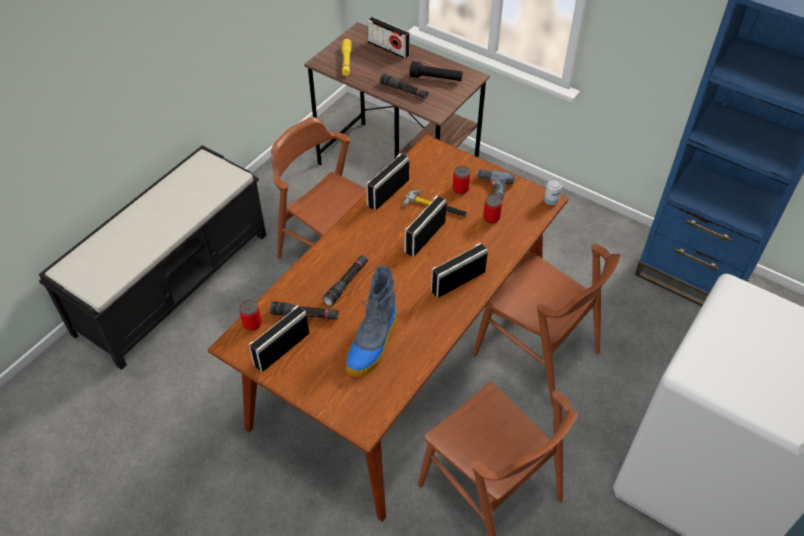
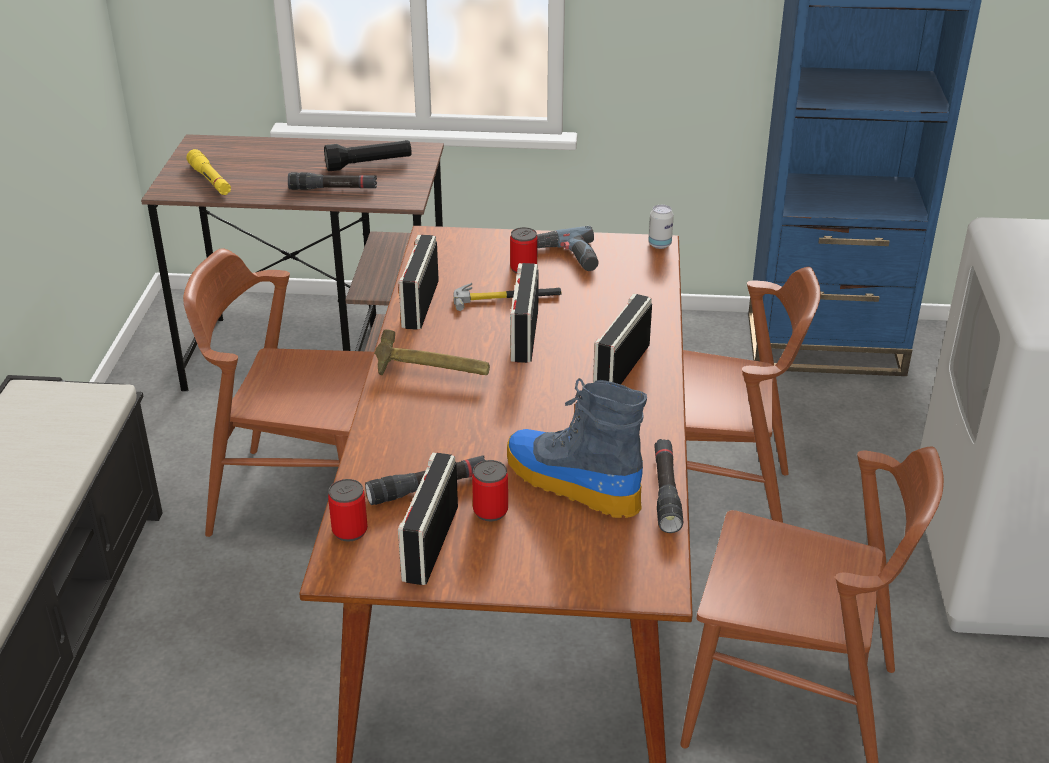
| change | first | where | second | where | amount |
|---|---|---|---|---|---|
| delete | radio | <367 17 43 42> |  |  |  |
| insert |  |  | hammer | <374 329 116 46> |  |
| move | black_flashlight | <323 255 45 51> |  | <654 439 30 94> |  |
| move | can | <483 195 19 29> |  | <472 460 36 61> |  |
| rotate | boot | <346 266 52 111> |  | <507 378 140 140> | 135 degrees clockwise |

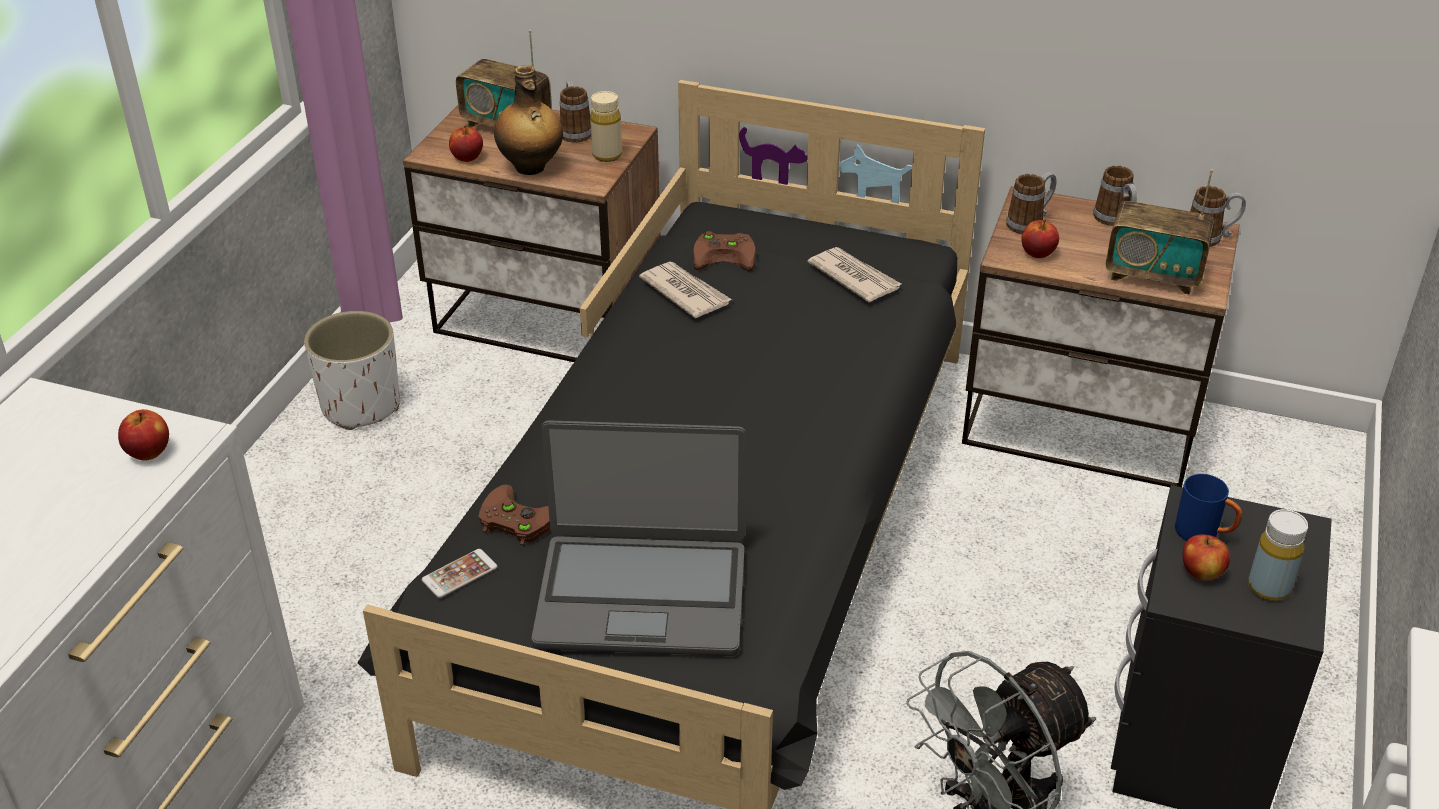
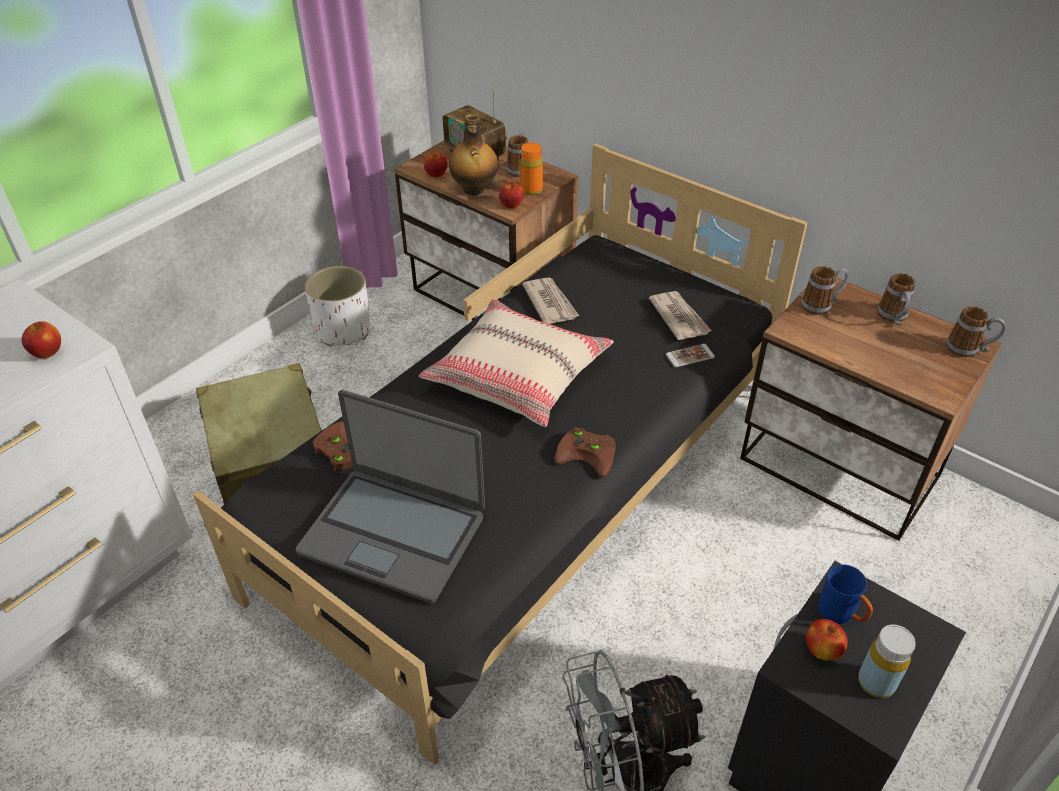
| change | first | where | second | where | amount |
|---|---|---|---|---|---|
| delete | radio | <1106 169 109 126> |  |  |  |
| insert |  |  | beige_suitcase | <196 363 126 141> |  |
| insert |  |  | beige_pillow | <419 299 195 128> |  |
| move | phone | <422 549 76 49> |  | <666 344 49 23> |  |
| move | brown_game_controller | <693 231 62 40> |  | <554 428 61 50> |  |
| move | apple | <1021 220 38 38> |  | <499 182 25 27> |  |
| recolor | beige_bottle | <590 91 32 71> | orange_bottle | <520 143 23 52> |  |

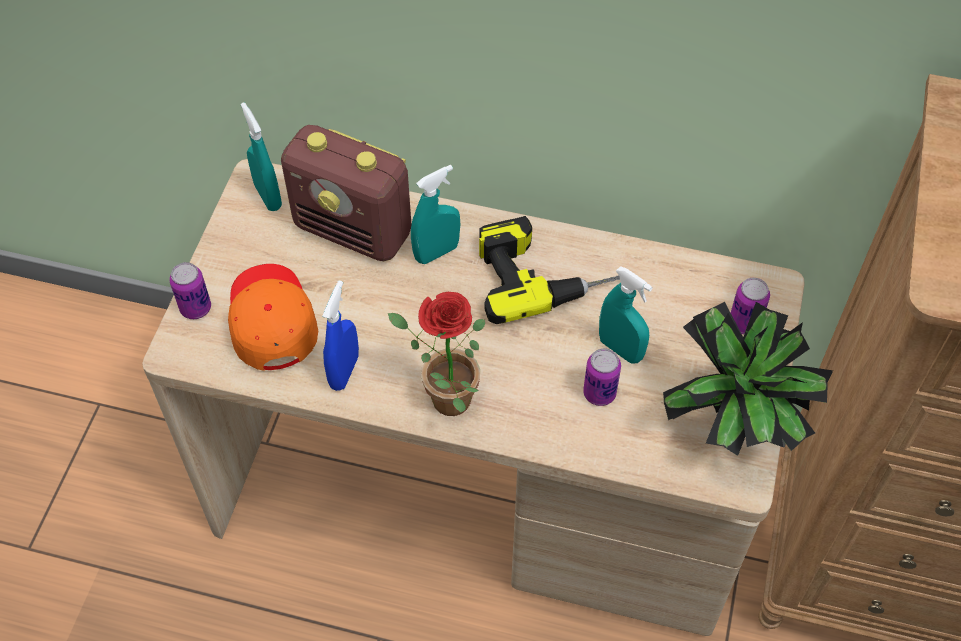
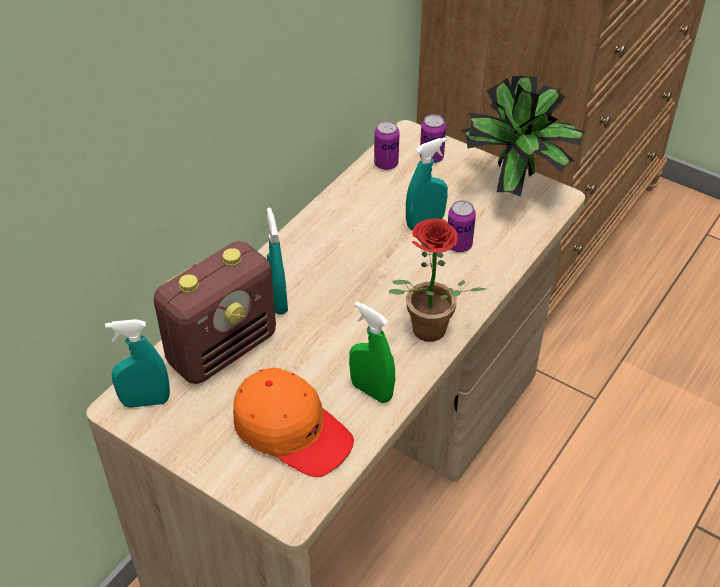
| change | first | where | second | where | amount |
|---|---|---|---|---|---|
| delete | power_drill | <479 216 141 108> |  |  |  |
| move | can | <170 262 41 57> |  | <374 121 26 49> |  |
| recolor | blue_spray_bottle | <322 281 37 110> | green_spray_bottle | <349 301 46 102> |  |
| rotate | orange_cap | <228 264 90 107> |  | <233 368 121 109> | 150 degrees counterclockwise |

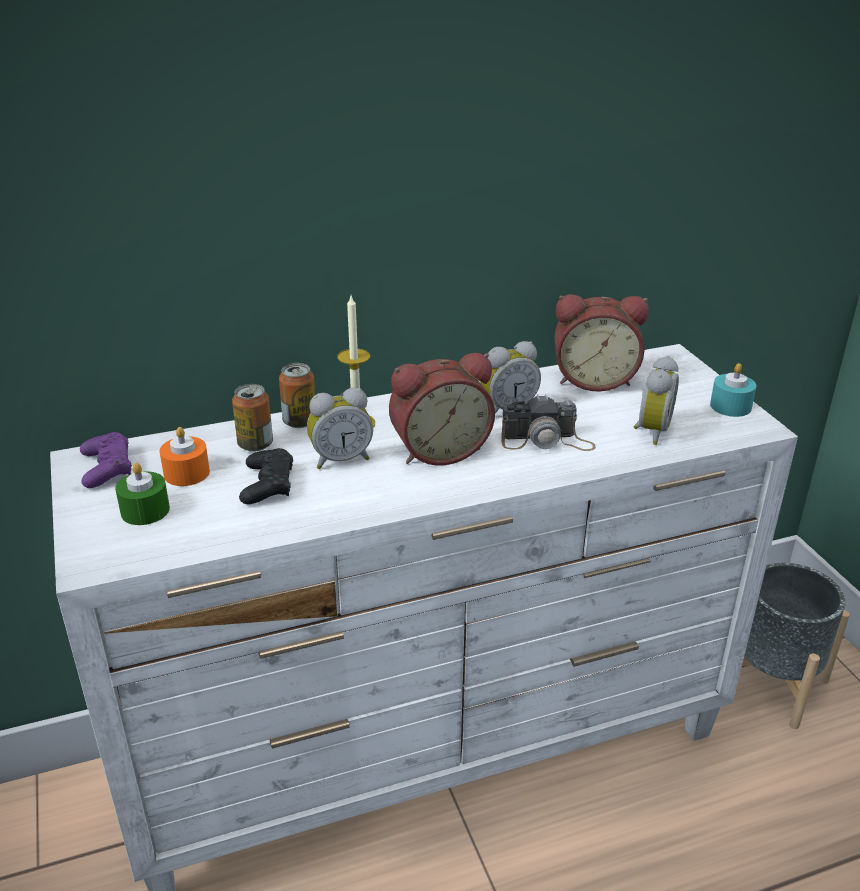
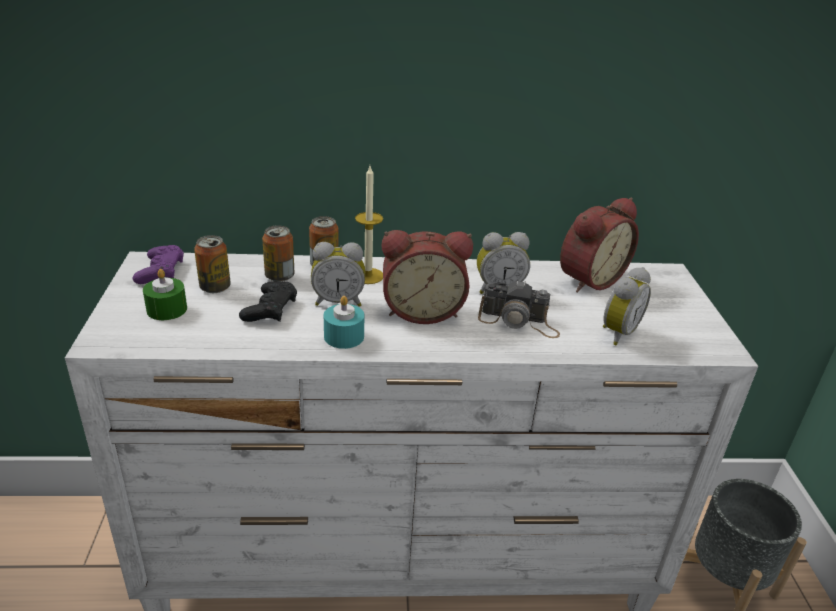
| change | first | where | second | where | amount |
|---|---|---|---|---|---|
| move | turquoise_candle | <710 363 46 54> |  | <324 296 40 53> |  |
| replace | orange_candle | <160 427 50 59> | can | <194 235 37 58> |  |
| rotate | alarm_clock | <555 294 94 97> |  | <560 197 79 96> | 60 degrees counterclockwise |

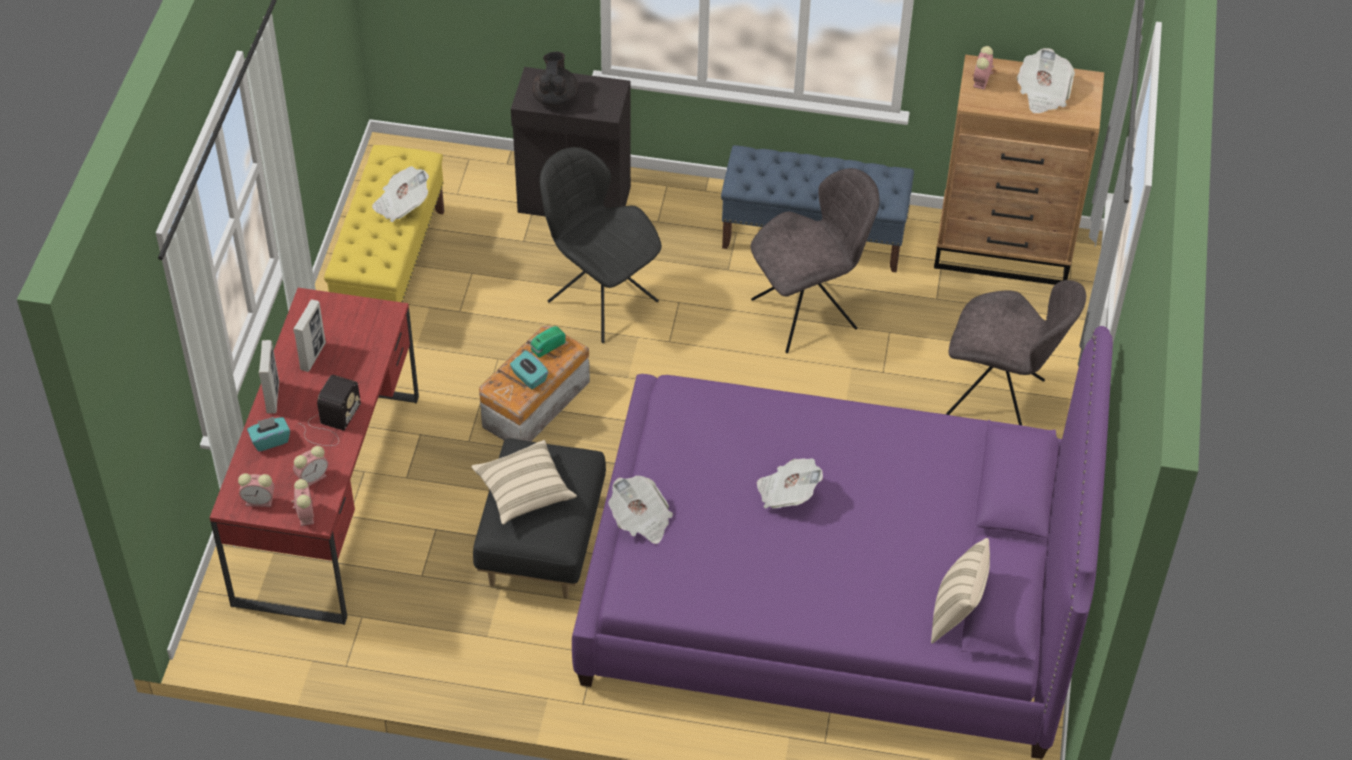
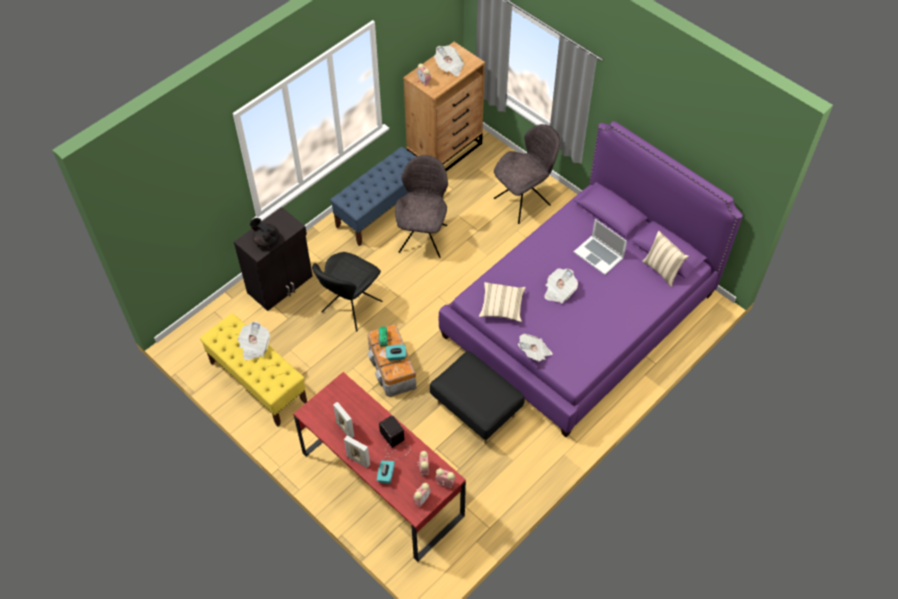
| change | first | where | second | where | amount |
|---|---|---|---|---|---|
| insert |  |  | laptop | <574 219 53 56> |  |
| move | beige_pillow | <471 440 106 85> |  | <479 282 47 40> |  |
| rotate | black_chair | <540 147 122 196> |  | <312 252 70 80> | 45 degrees counterclockwise |

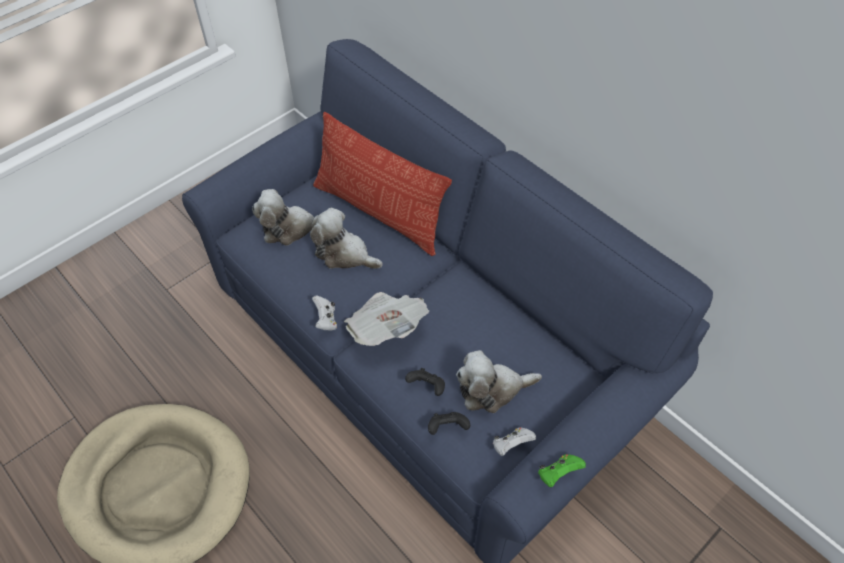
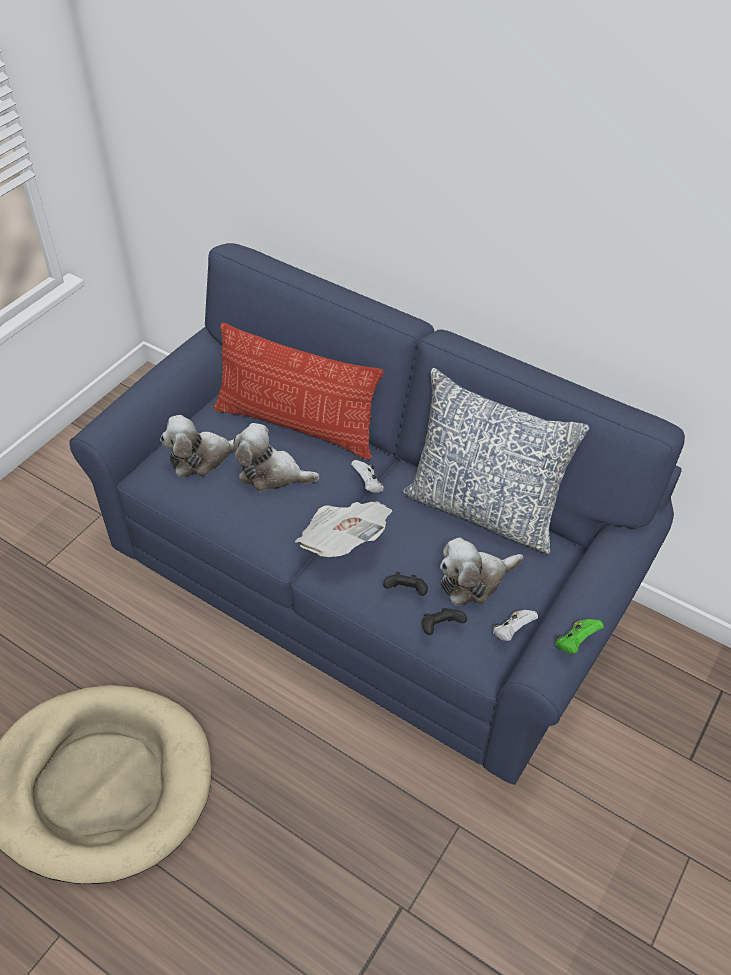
| change | first | where | second | where | amount |
|---|---|---|---|---|---|
| insert |  |  | pillow | <403 368 187 186> |  |
| move | white_game_controller | <312 295 25 35> |  | <351 460 33 33> |  |

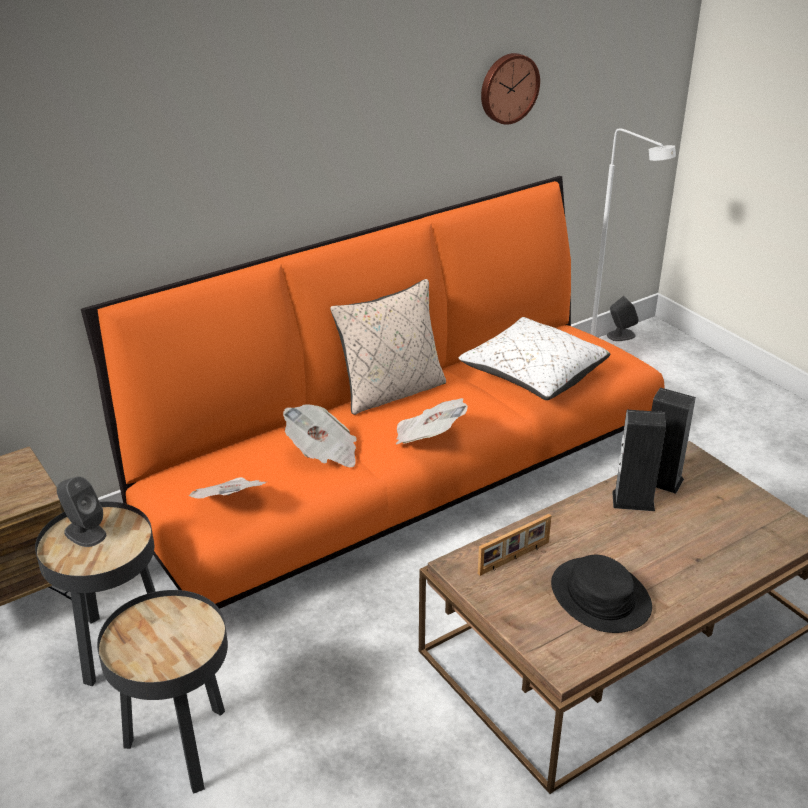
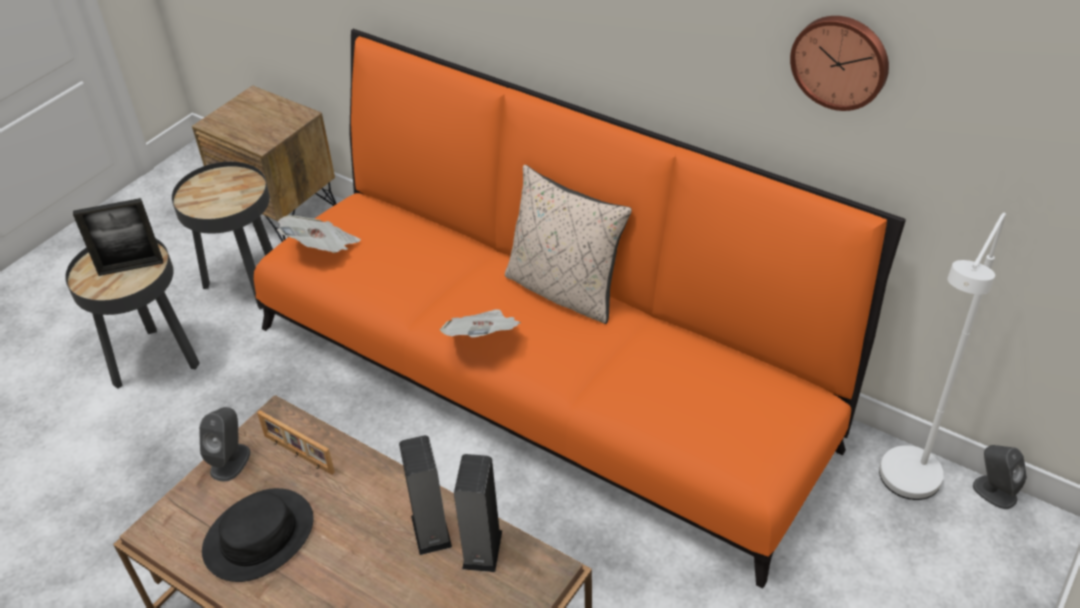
| change | first | where | second | where | amount |
|---|---|---|---|---|---|
| delete | newspaper | <283 404 74 63> |  |  |  |
| delete | white_pillow | <459 317 151 83> |  |  |  |
| insert |  |  | picture_frame | <73 198 90 78> |  |
| move | grey_speaker | <57 476 49 71> |  | <199 407 51 74> |  |

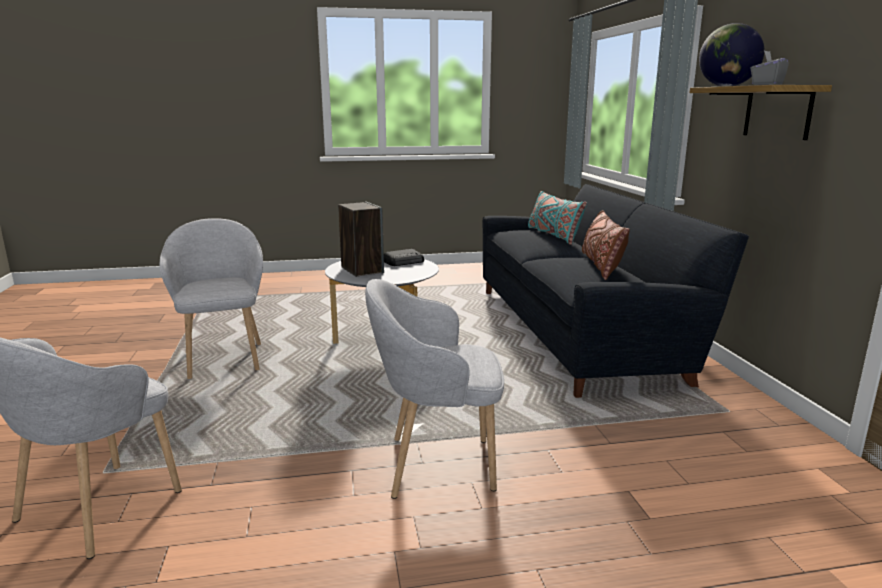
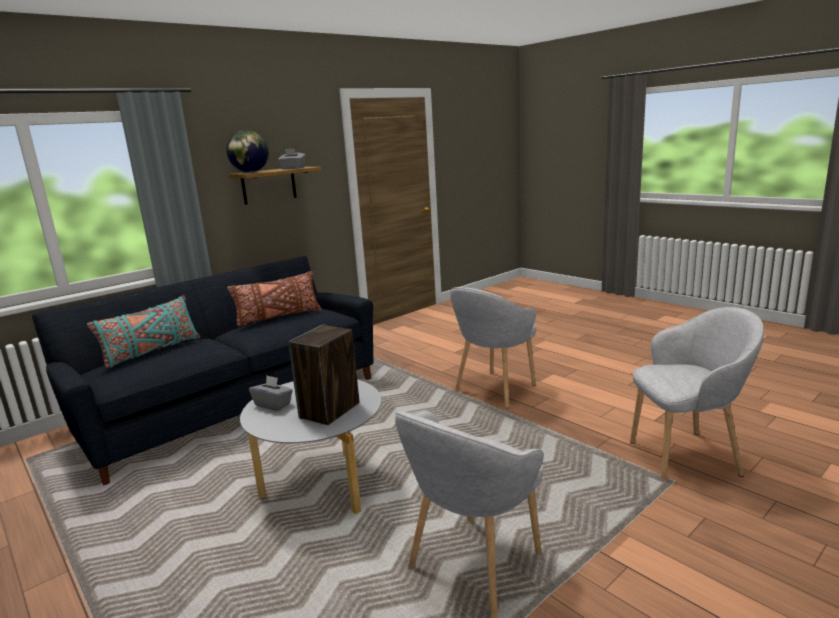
| change | first | where | second | where | amount |
|---|---|---|---|---|---|
| replace | radio | <384 249 40 17> | grey_tissue_box | <249 375 44 36> |  |
| rotate | grey_armchair | <365 279 139 220> |  | <450 287 86 121> | 75 degrees clockwise |

